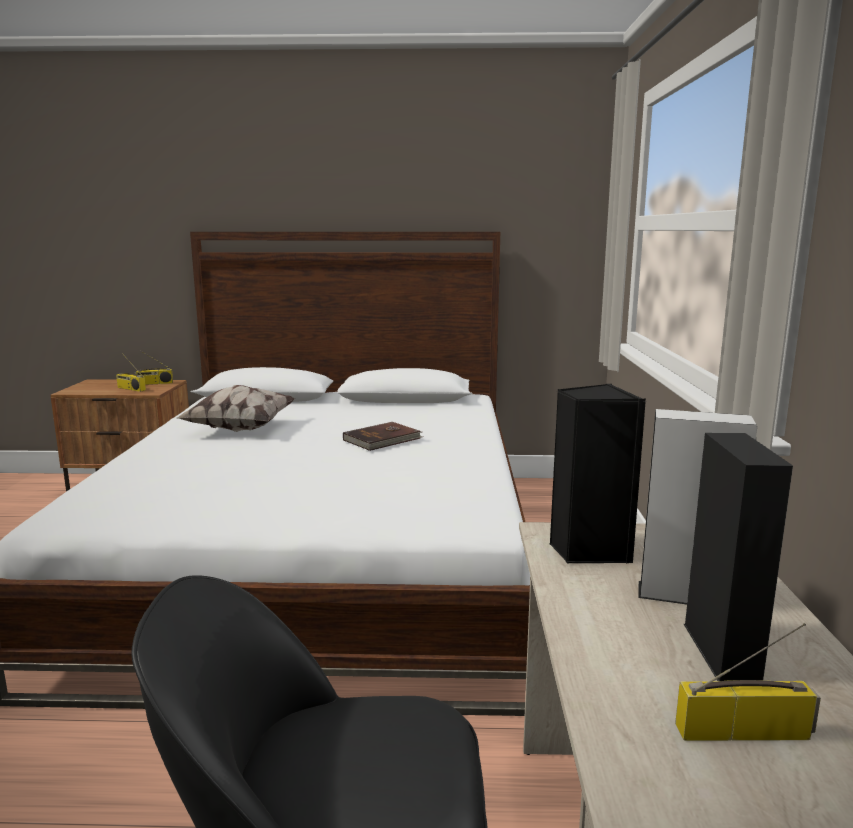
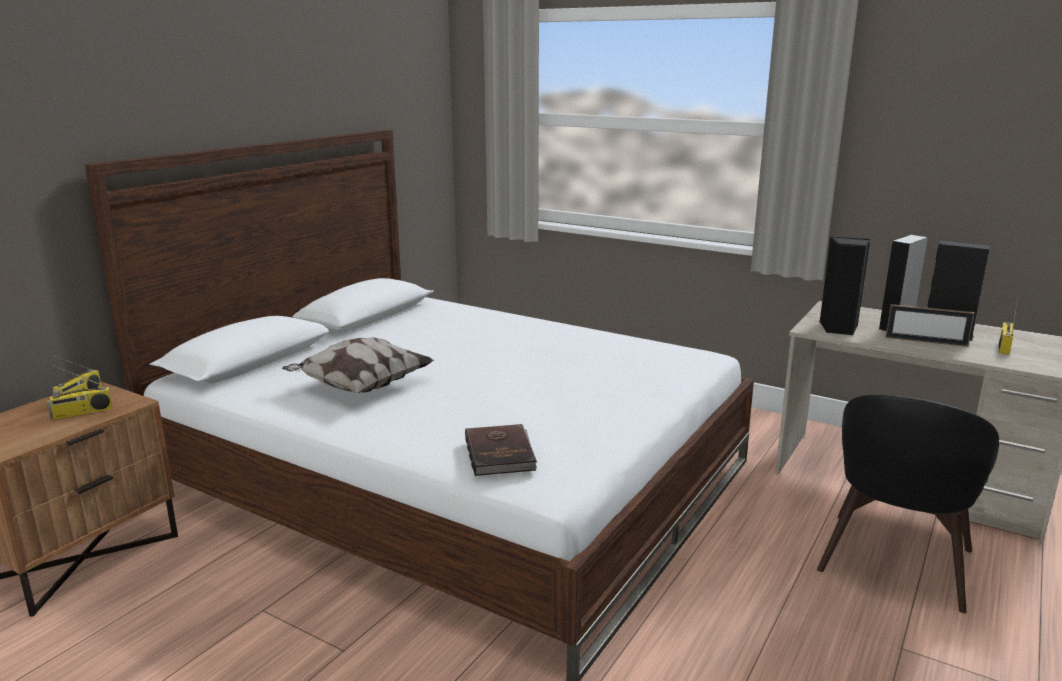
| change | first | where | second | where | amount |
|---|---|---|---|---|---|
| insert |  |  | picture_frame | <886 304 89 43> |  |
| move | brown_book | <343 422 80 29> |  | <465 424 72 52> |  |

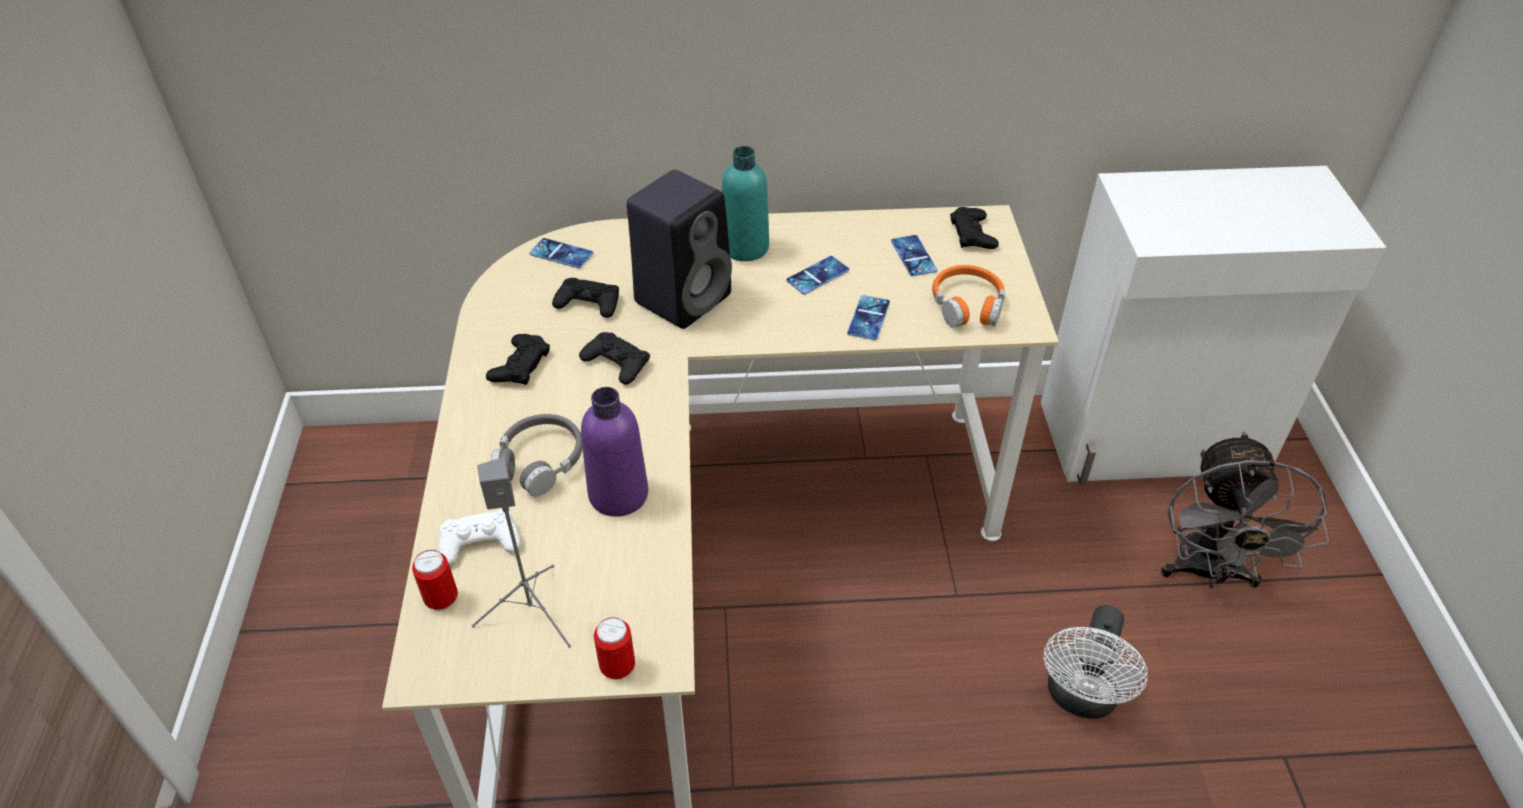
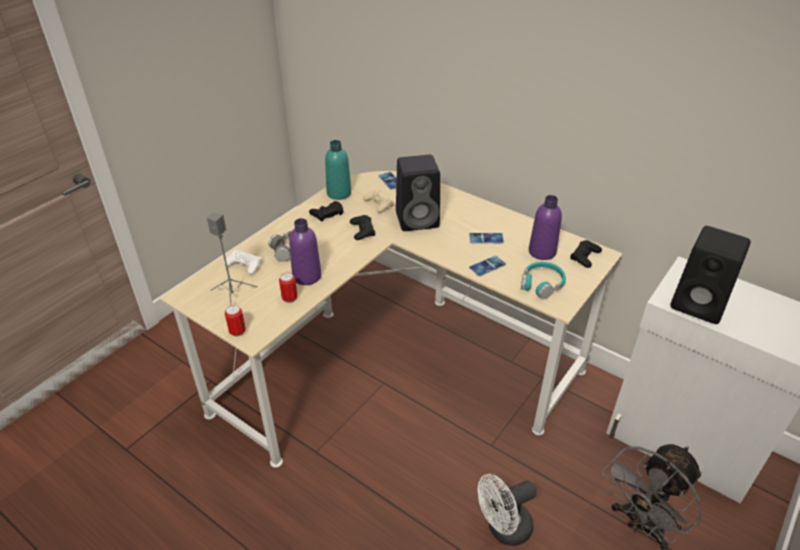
| change | first | where | second | where | amount |
|---|---|---|---|---|---|
| insert |  |  | black_speaker | <670 226 81 98> |  |
| move | can | <412 550 46 61> |  | <279 272 19 31> |  |
| move | turquoise_bottle | <722 146 47 115> |  | <325 140 26 60> |  |
| replace | phone | <891 235 46 41> | purple_bottle | <529 195 33 65> |  |
| recolor | black_game_controller | <552 278 67 40> | beige_game_controller | <363 189 31 24> |  |
| recolor | orange_headphones | <932 265 73 63> | turquoise_headphones | <521 262 45 37> |  |

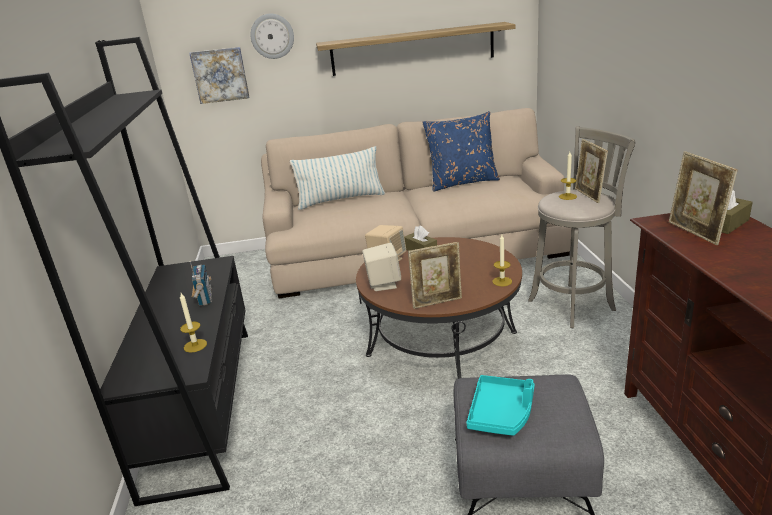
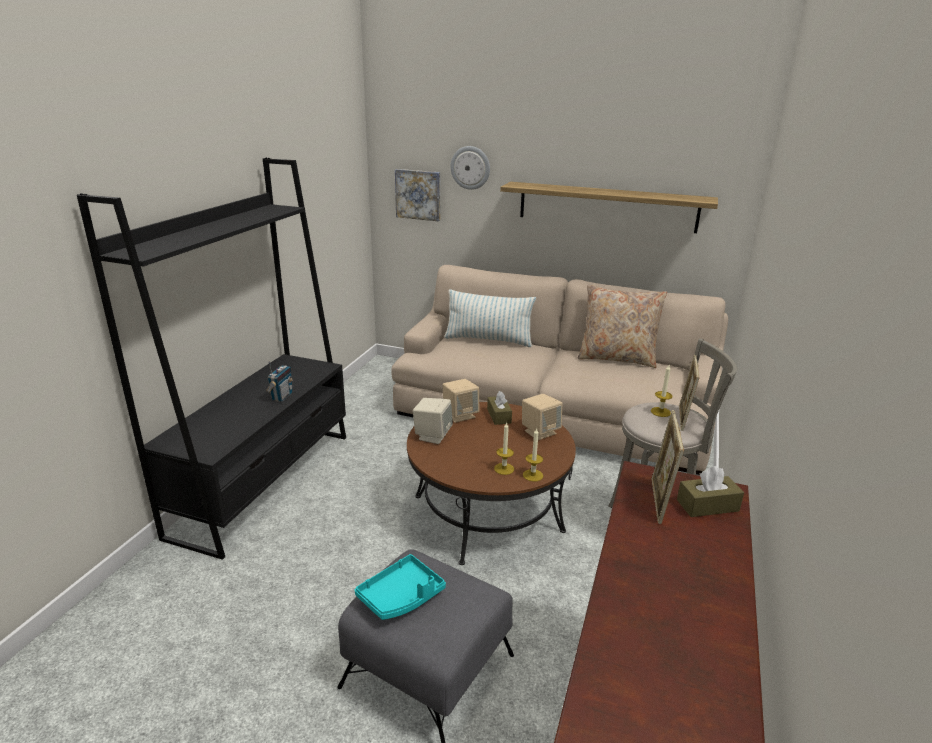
| change | first | where | second | where | amount |
|---|---|---|---|---|---|
| delete | picture_frame | <408 242 54 67> |  |  |  |
| insert |  |  | beige_speaker | <522 394 40 46> |  |
| move | candle | <180 293 27 60> |  | <494 423 20 52> |  |
| recolor | blue_pillow | <422 111 78 81> | beige_pillow | <578 285 89 83> |  |

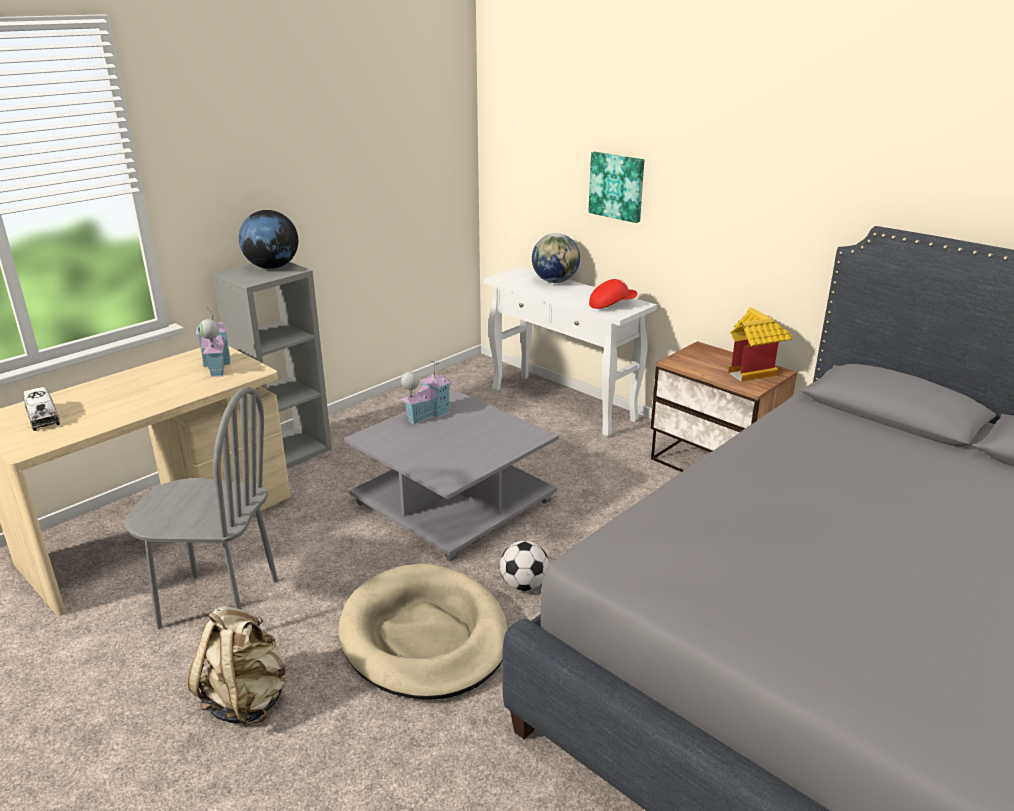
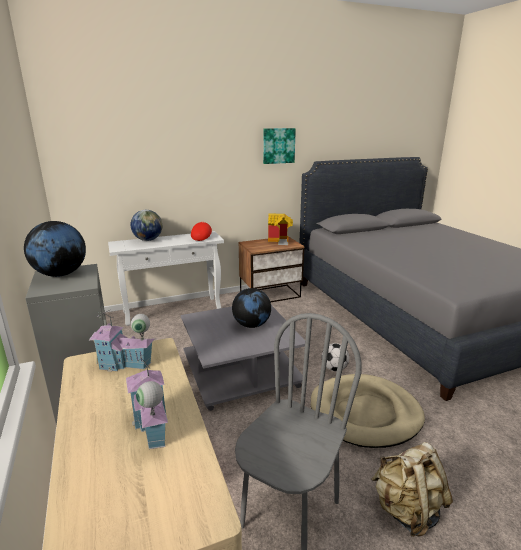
| change | first | where | second | where | amount |
|---|---|---|---|---|---|
| delete | toy_truck | <24 387 36 44> |  |  |  |
| insert |  |  | globe | <232 288 39 40> |  |
| move | toy_house | <401 361 52 64> |  | <126 354 42 95> |  |
| move | picture | <588 152 56 71> |  | <263 128 33 36> |  |

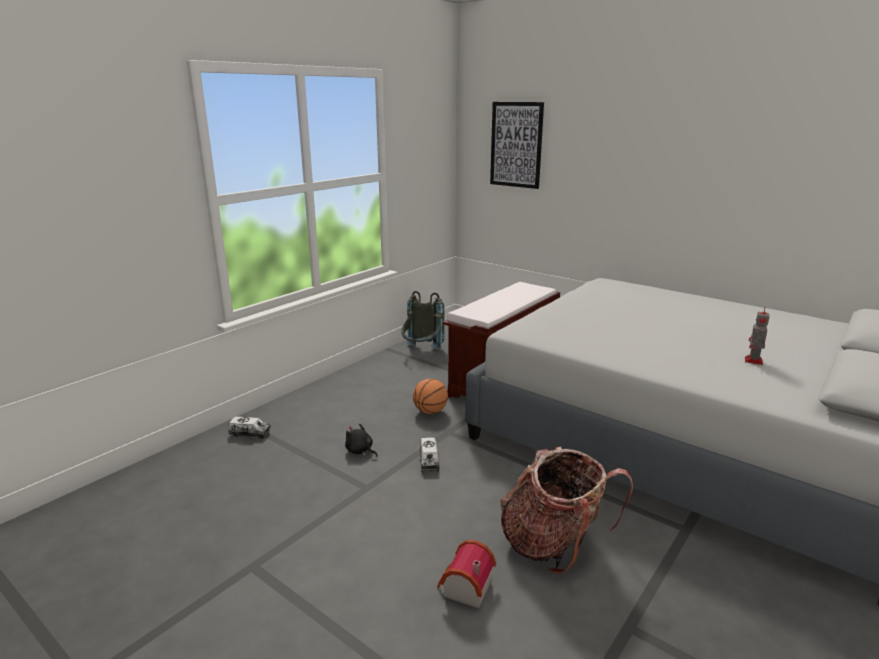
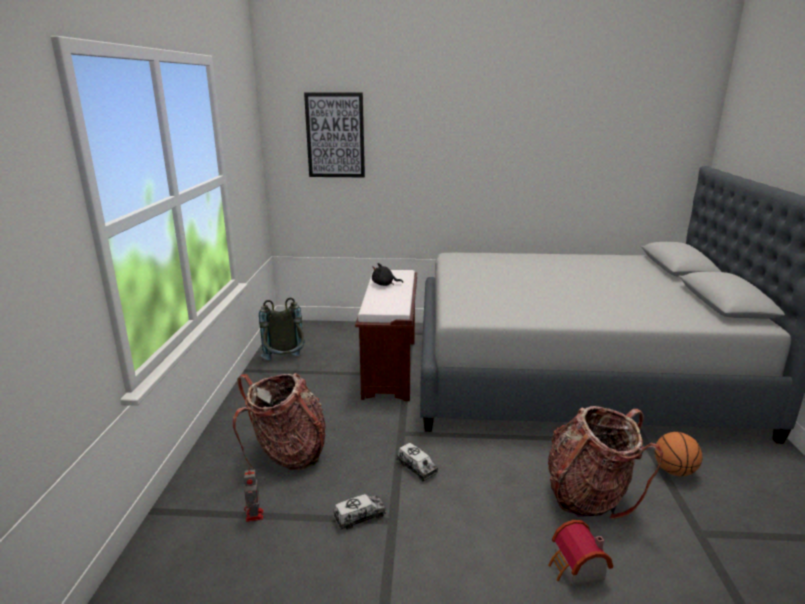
| change | first | where | second | where | amount |
|---|---|---|---|---|---|
| insert |  |  | backpack | <233 373 93 97> |  |
| move | toy_truck | <228 416 43 23> |  | <333 494 53 35> |  |
| move | black_plush_toy | <345 423 33 33> |  | <372 263 31 23> |  |
| move | basketball | <413 379 35 35> |  | <655 432 47 44> |  |
| move | toy_robot | <745 308 25 57> |  | <244 469 20 53> |  |

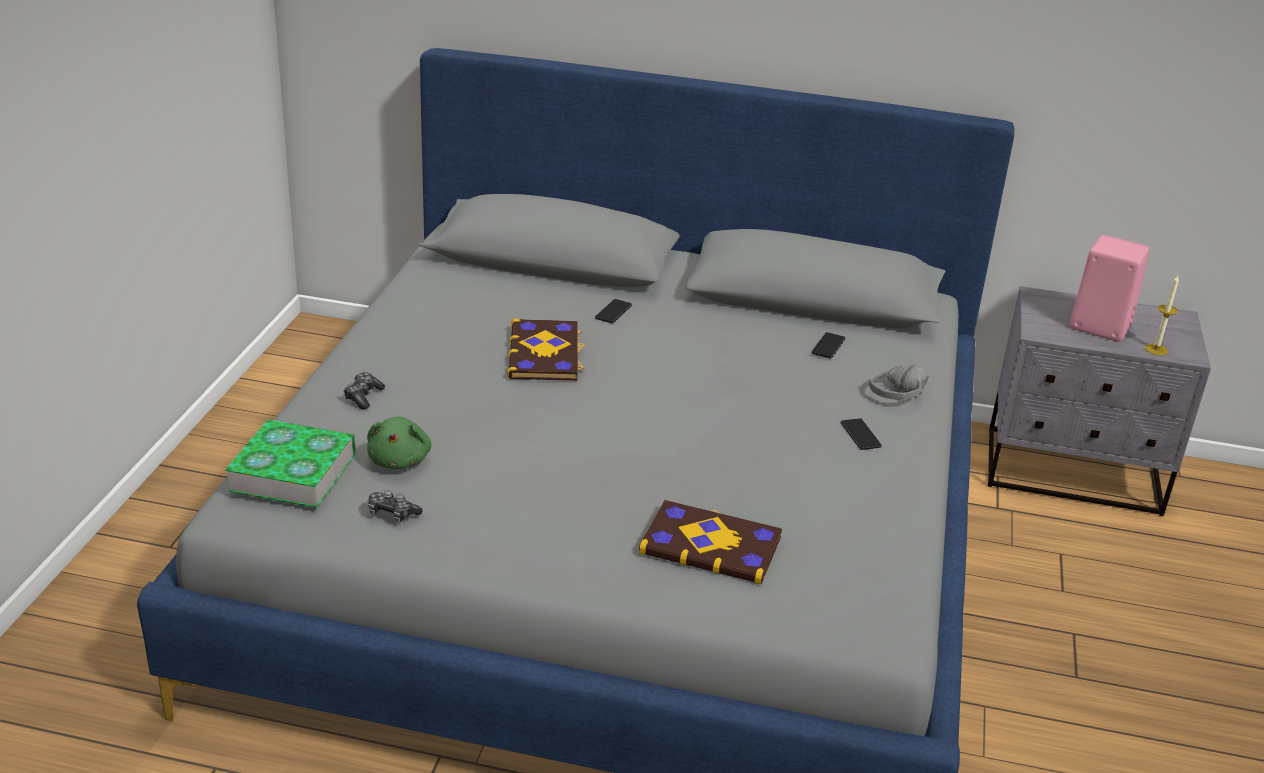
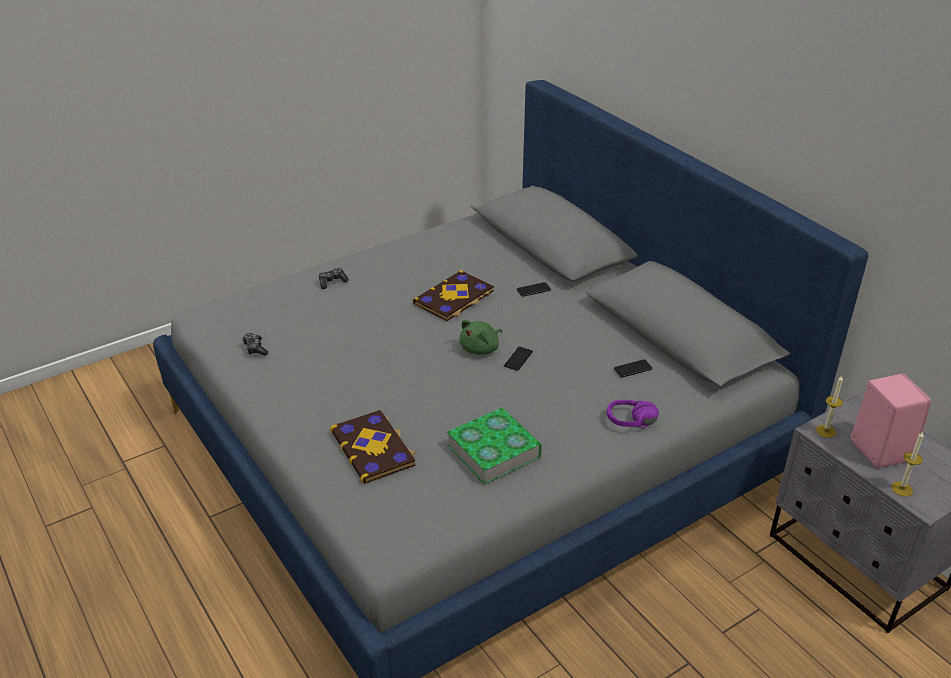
| change | first | where | second | where | amount |
|---|---|---|---|---|---|
| insert |  |  | candle | <816 376 27 62> |  |
| move | book | <225 419 131 89> |  | <447 408 95 76> |  |
| move | green_plush_toy | <367 416 65 53> |  | <459 320 43 35> |  |
| move | phone | <841 418 41 32> |  | <504 347 29 24> |  |
| recolor | grey_headphones | <869 363 59 37> | purple_headphones | <606 400 53 28> |  |

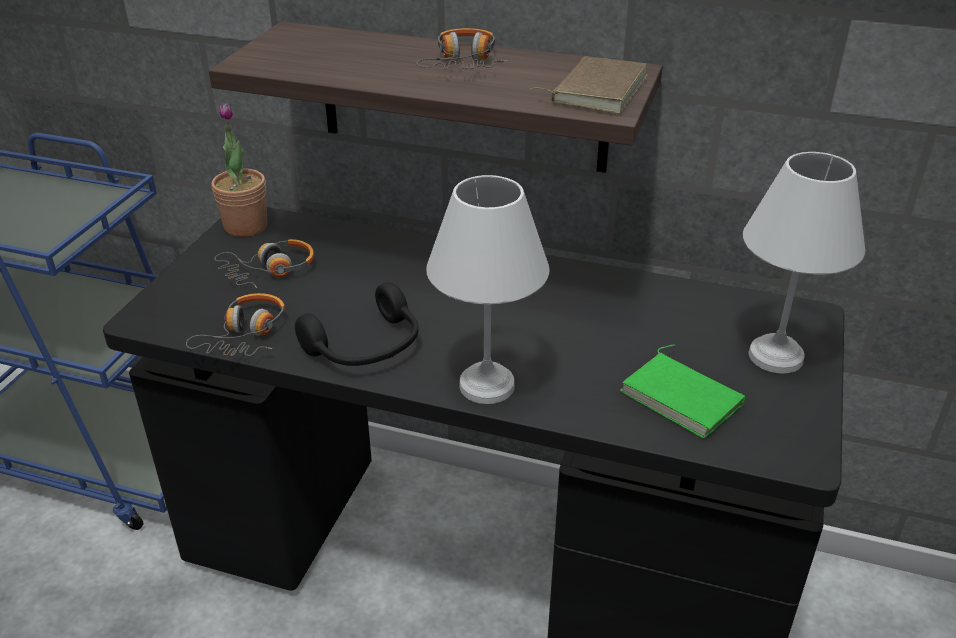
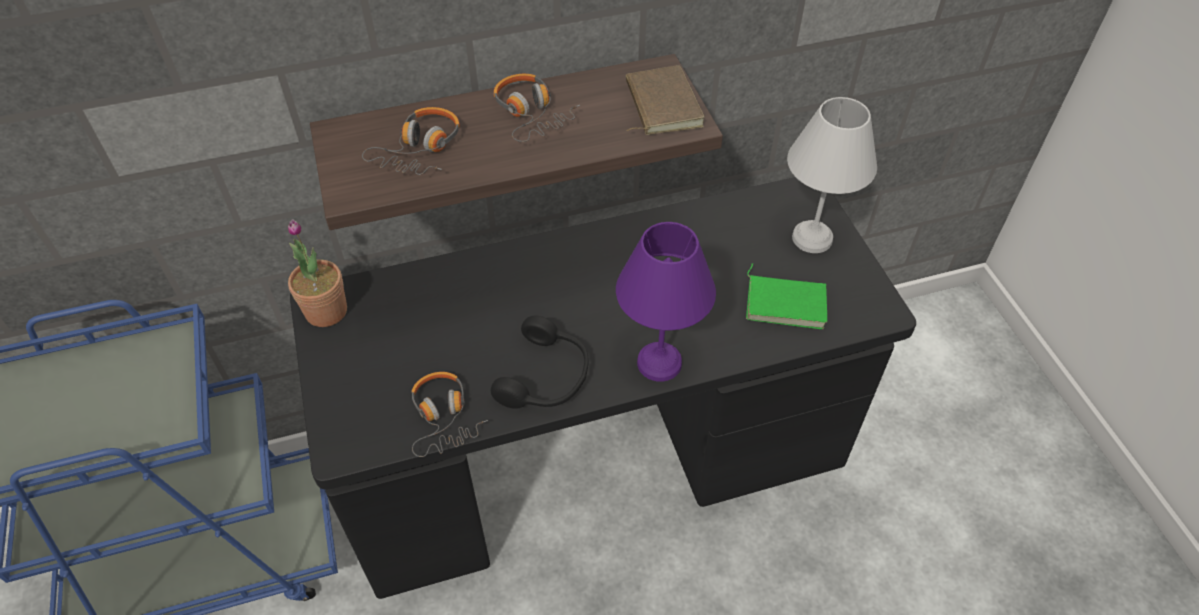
| change | first | where | second | where | amount |
|---|---|---|---|---|---|
| move | headphones | <214 239 100 49> |  | <362 107 98 68> |  |
| recolor | white_table_lamp | <426 175 124 229> | purple_table_lamp | <616 222 100 160> |  |

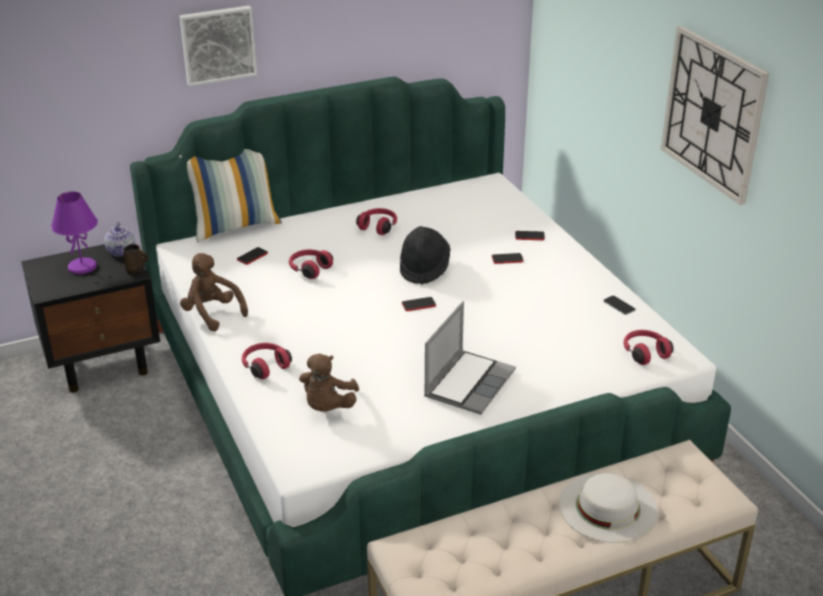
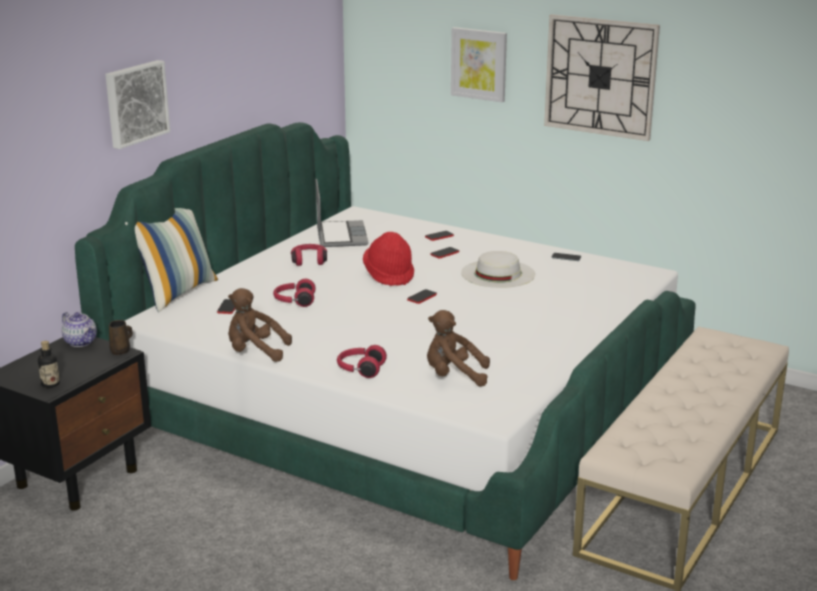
| change | first | where | second | where | amount |
|---|---|---|---|---|---|
| delete | purple_table_lamp | <51 192 47 82> |  |  |  |
| delete | red_headphones | <624 330 50 35> |  |  |  |
| insert |  |  | bottle | <38 341 22 47> |  |
| insert |  |  | picture | <451 27 56 75> |  |
| move | laptop | <424 301 92 114> |  | <316 179 52 68> |  |
| move | white_hat | <559 473 99 70> |  | <461 251 74 37> |  |
| recolor | black_hat | <400 226 50 59> | red_hat | <363 232 51 54> |  |
| rotate | brown_plush_toy | <299 354 60 57> |  | <427 310 63 77> | 120 degrees clockwise |

